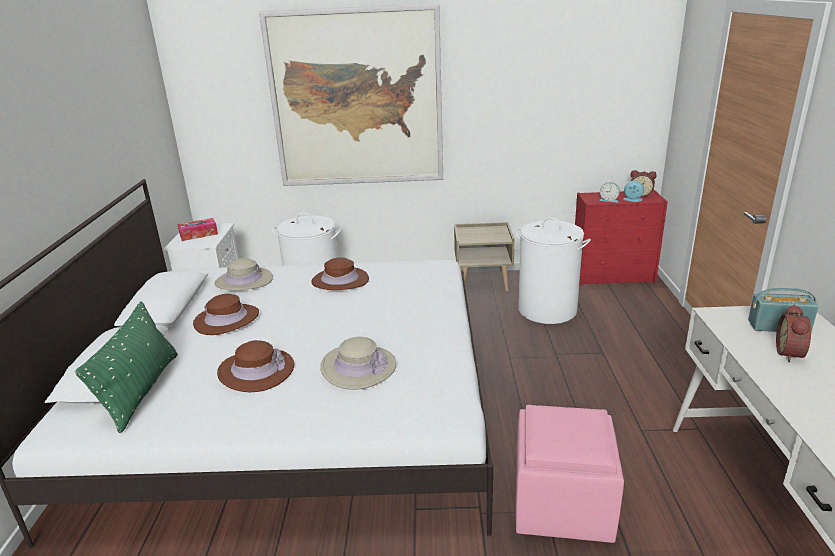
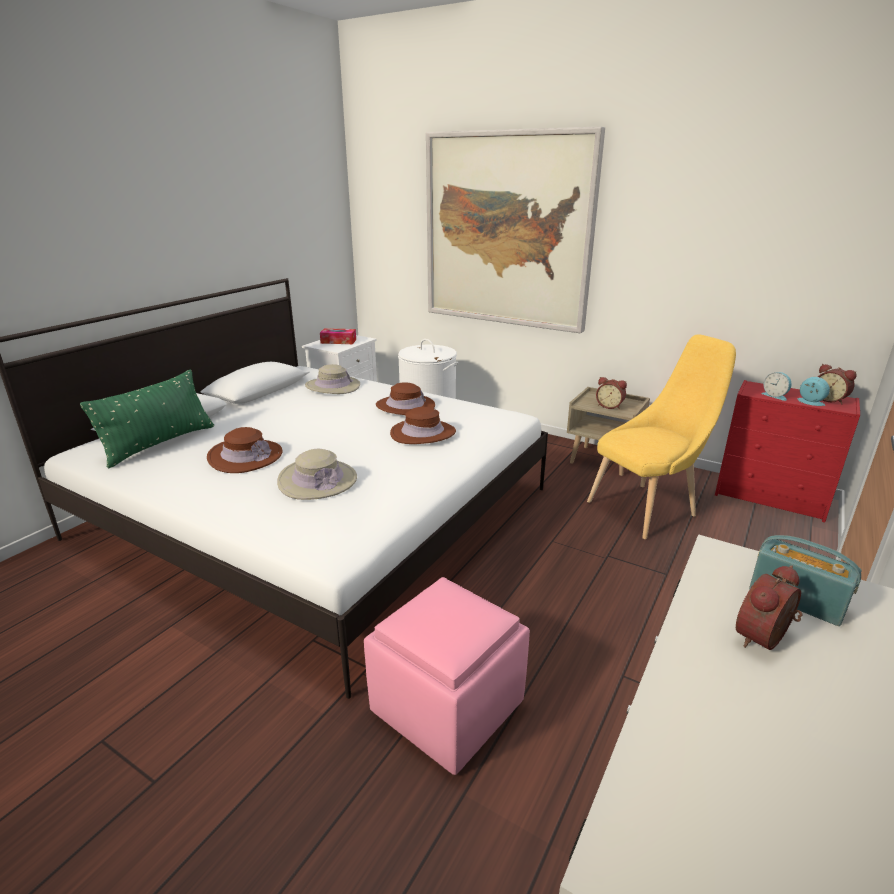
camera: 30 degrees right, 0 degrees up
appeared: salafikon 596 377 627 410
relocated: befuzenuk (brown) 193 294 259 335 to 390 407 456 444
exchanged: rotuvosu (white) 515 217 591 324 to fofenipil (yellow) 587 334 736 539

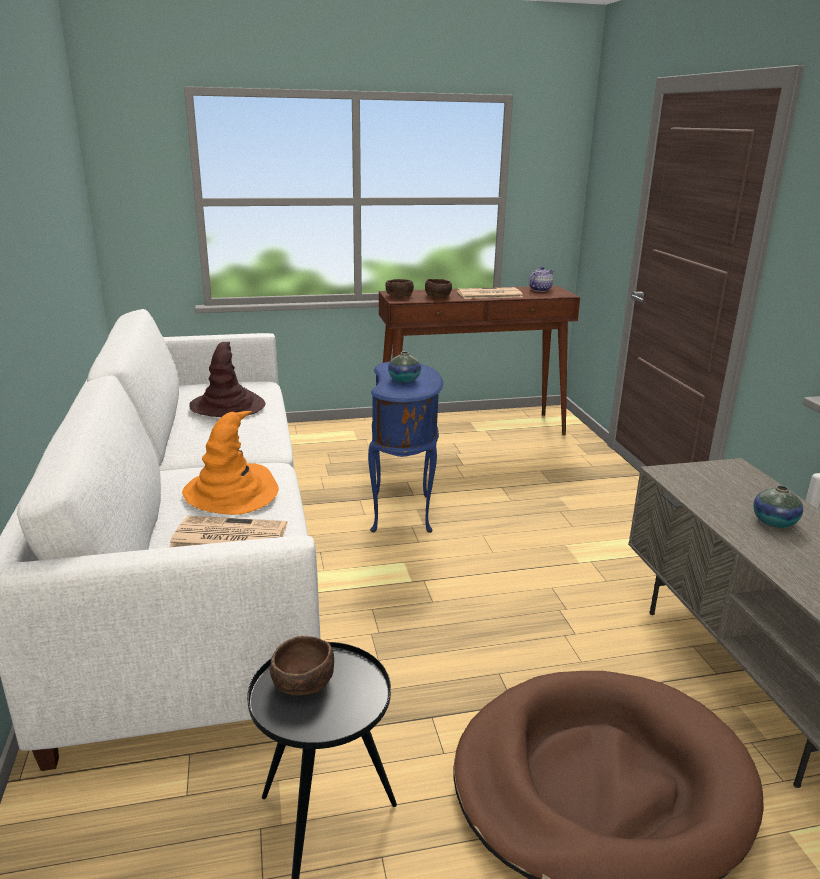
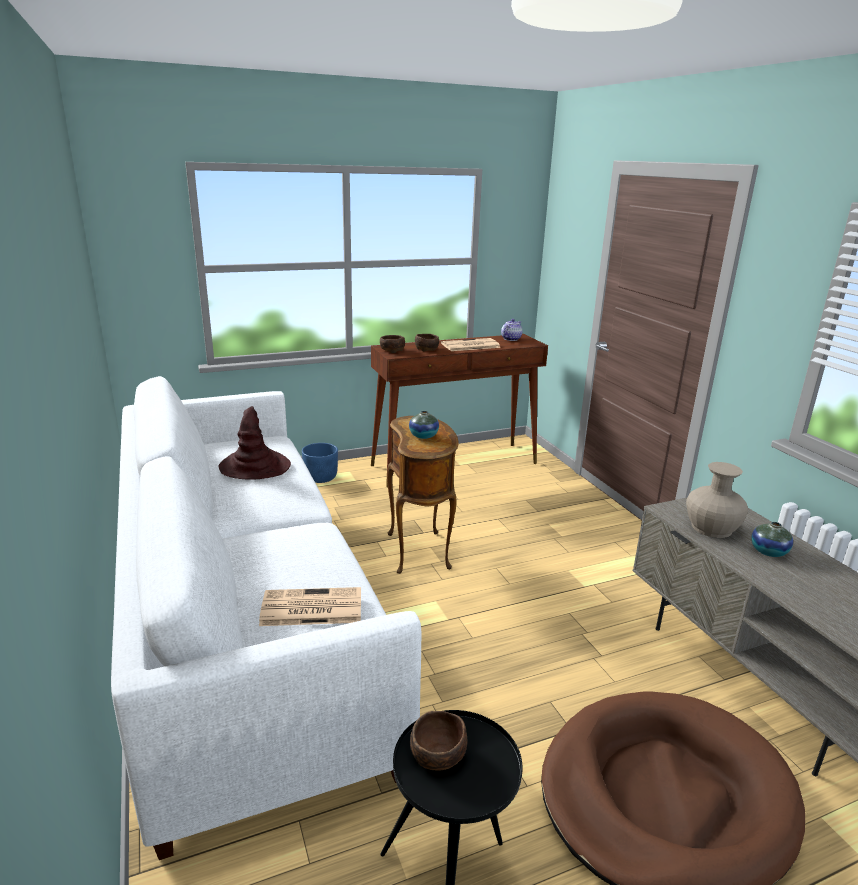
camera: 10 degrees left, 0 degrees up
missing: befuzenuk (orange) 182 411 279 515
appeared: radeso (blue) 302 443 338 483; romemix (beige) 686 462 748 538
colour: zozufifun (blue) 368 362 443 533 to zozufifun (brown) 387 416 459 574

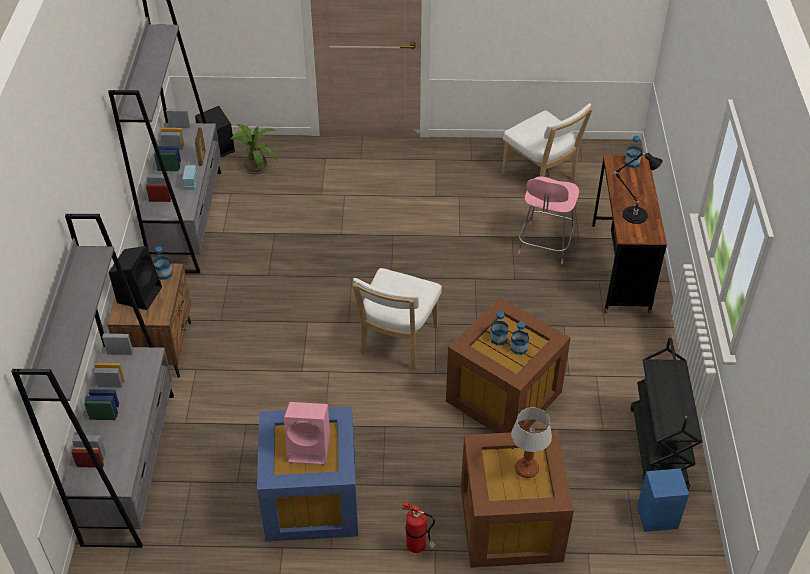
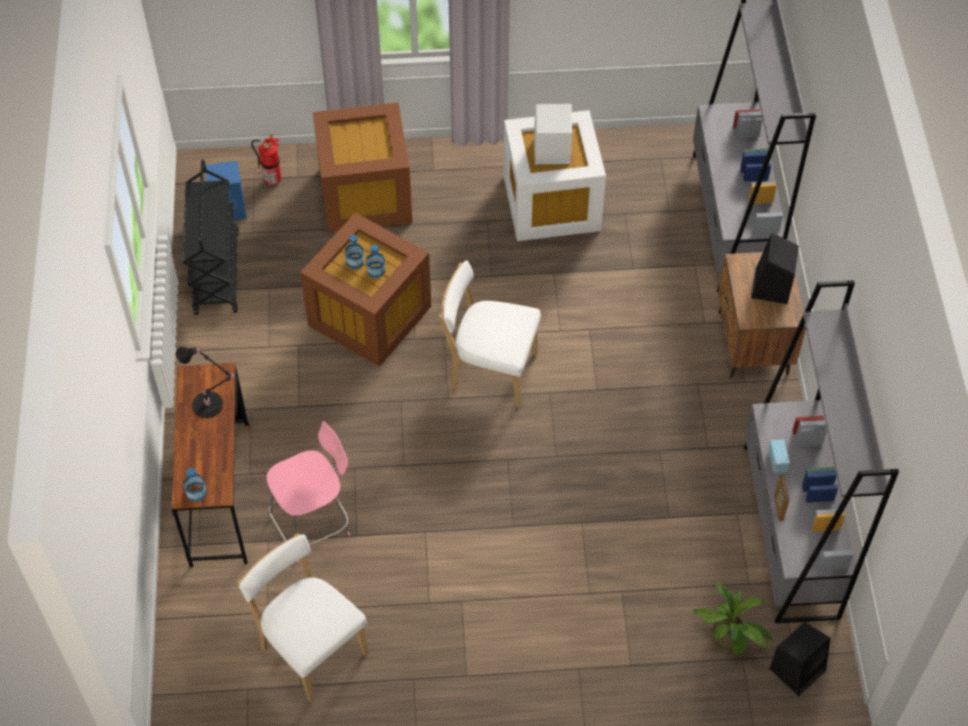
camera: 175 degrees right, 10 degrees up
missing: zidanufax 154 246 173 280; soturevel 511 407 552 478
relocated: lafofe 402 502 436 553 to 251 134 281 185
colour: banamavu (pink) 284 402 330 465 to banamavu (white) 534 104 572 164; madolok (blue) 257 406 358 542 to madolok (white) 503 110 606 241
spun: fofenipil (pink) 518 176 579 264 = 267 421 351 562 45 degrees clockwise; fofenipil (white) 353 268 442 370 = 439 260 541 407 90 degrees counterclockwise

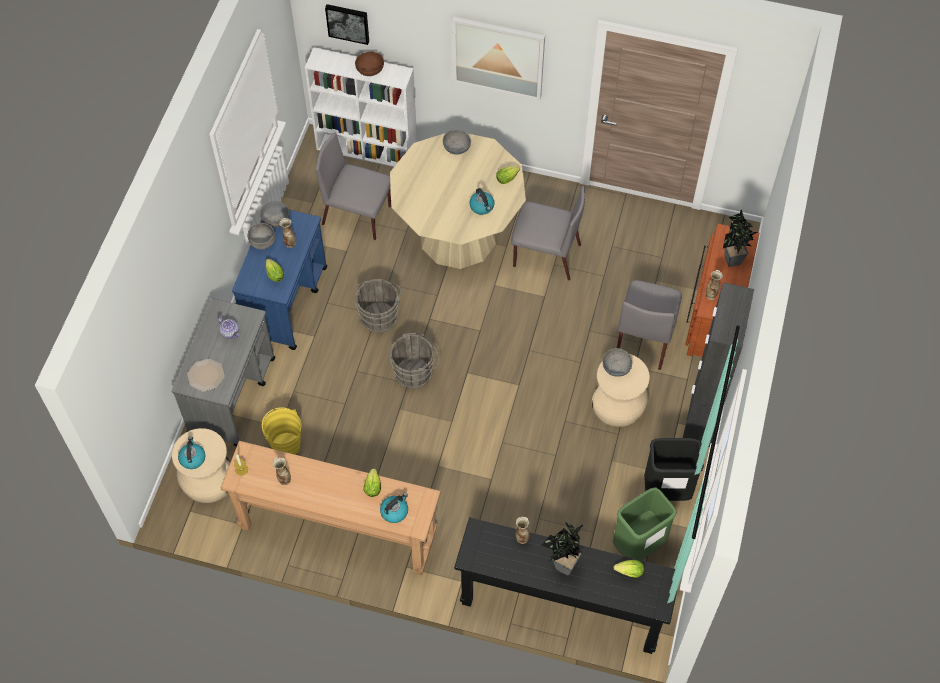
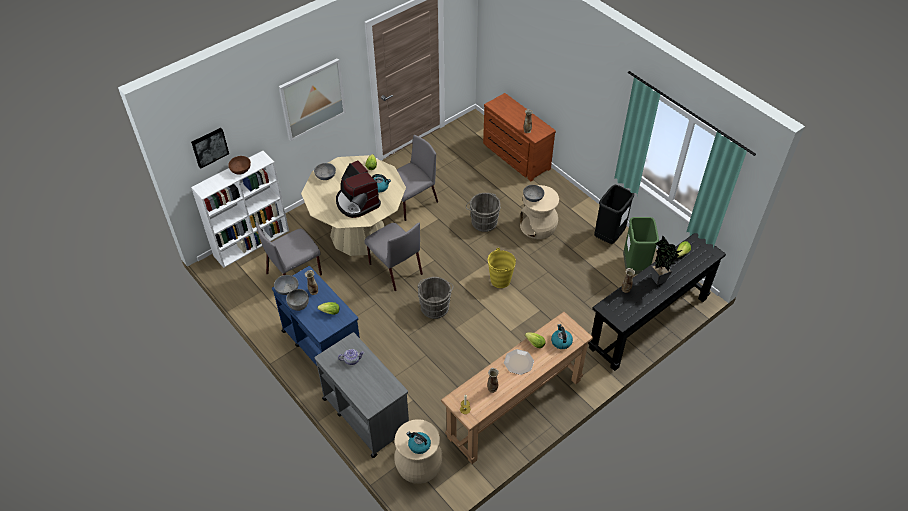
camera: 55 degrees left, 10 degrees down
missing: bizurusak 723 210 758 267; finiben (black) 683 282 754 447
appeared: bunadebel 336 161 381 218
relocated: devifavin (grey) 355 279 401 332 to 466 193 500 232; fofenipil (grey) 617 280 682 370 to 364 223 423 291; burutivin 187 359 225 392 to 504 349 534 375; devifavin (yellow) 262 407 301 455 to 488 248 516 288

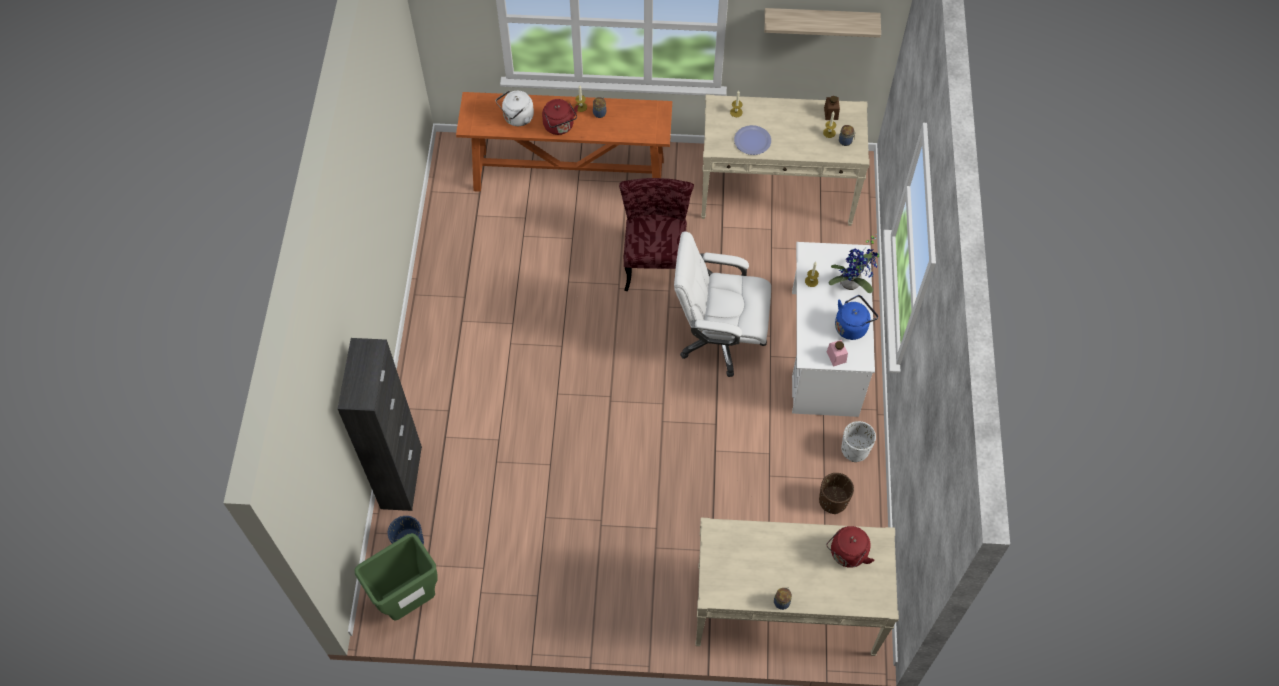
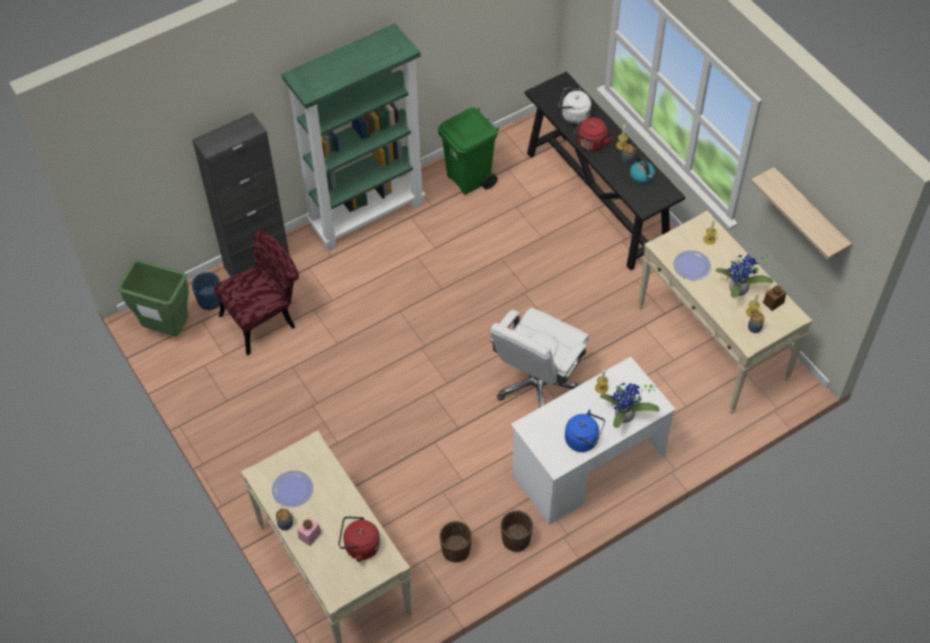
camera: 55 degrees right, 5 degrees down
appeared: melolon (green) 281 23 425 251; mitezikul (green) 438 108 499 195; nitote 630 156 655 184; bizurusak 716 254 773 298; burutivin 272 470 313 507
relocated: fofenipil (red) 619 178 694 291 to 214 229 299 355; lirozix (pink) 827 340 848 367 to 297 517 322 546
colour: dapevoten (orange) 456 92 672 192 to dapevoten (black) 525 72 685 271; radeso (white) 841 421 876 462 to radeso (brown) 501 510 533 552
spun: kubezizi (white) 674 231 771 377 = 489 308 589 408 120 degrees counterclockwise

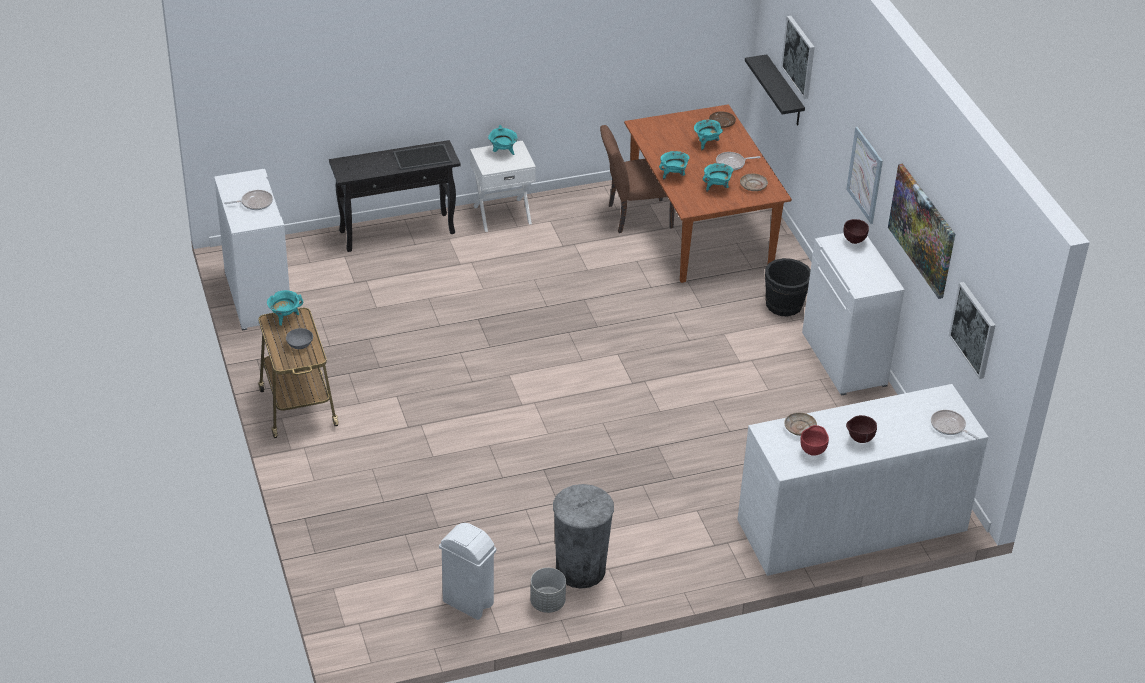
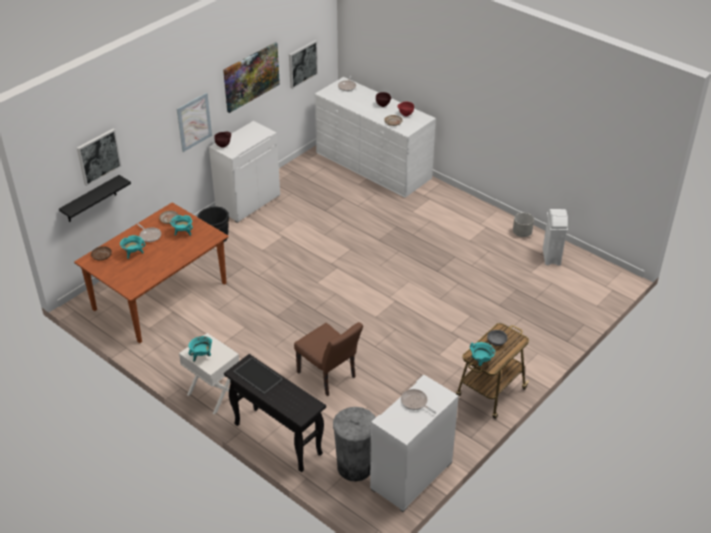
camera: 120 degrees left, 0 degrees up
missing: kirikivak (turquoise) 659 151 689 180
relocated: fofenipil (brown) 600 125 675 233 to 294 322 363 396; mitezikul (grey) 553 484 614 589 to 333 407 376 481

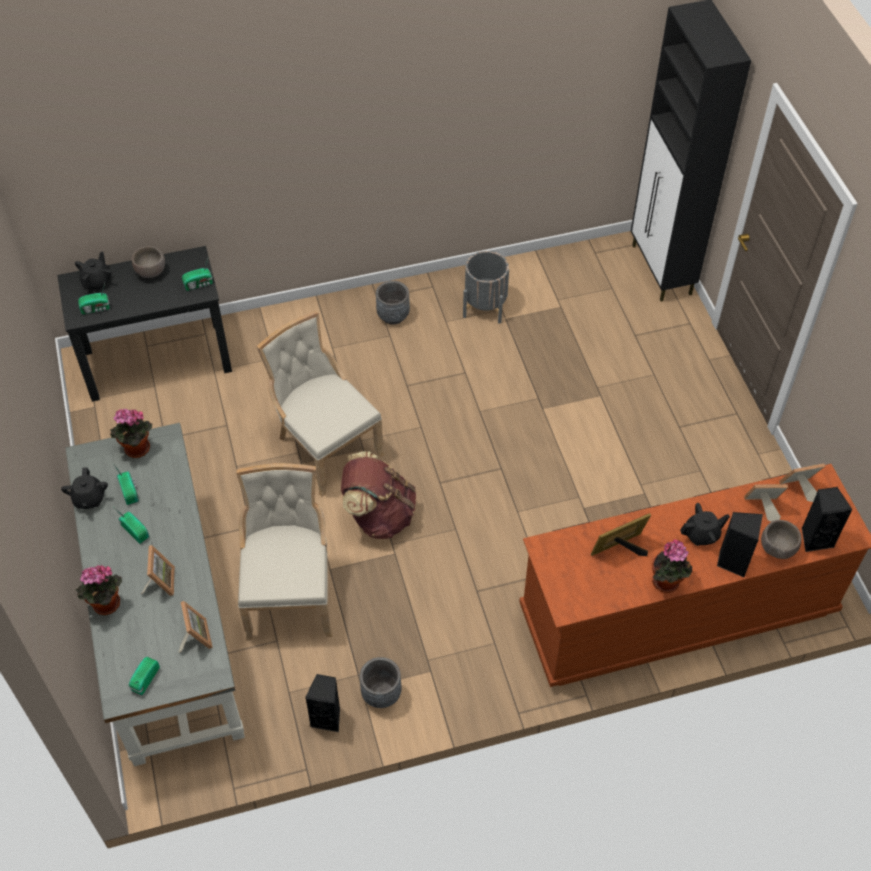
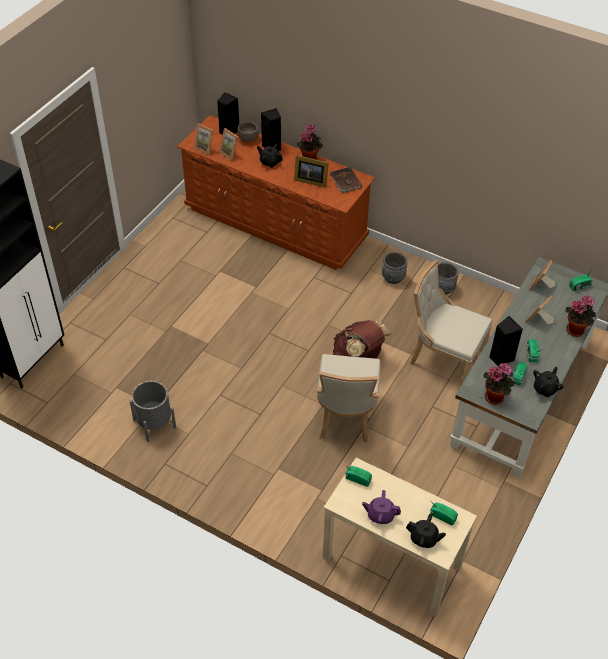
camera: 135 degrees left, 5 degrees down
appeared: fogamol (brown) 330 167 362 193
relocated: radeso (grey) 376 281 410 325 to 382 252 408 284; banamavu (black) 305 674 340 732 to 489 316 523 366
exchanged: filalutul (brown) 132 246 165 278 to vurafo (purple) 362 490 401 524
colour: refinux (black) 57 246 232 402 to refinux (beige) 323 458 477 617
spun: vurafo (black) 75 252 112 290 = 406 514 446 548 135 degrees counterclockwise; fofenipil (beige) 236 463 332 641 = 410 260 492 385 75 degrees clockwise

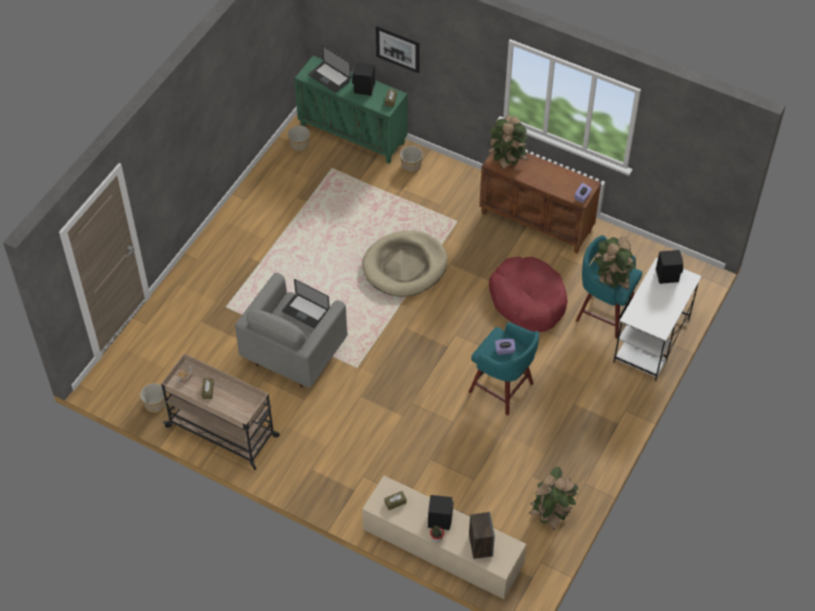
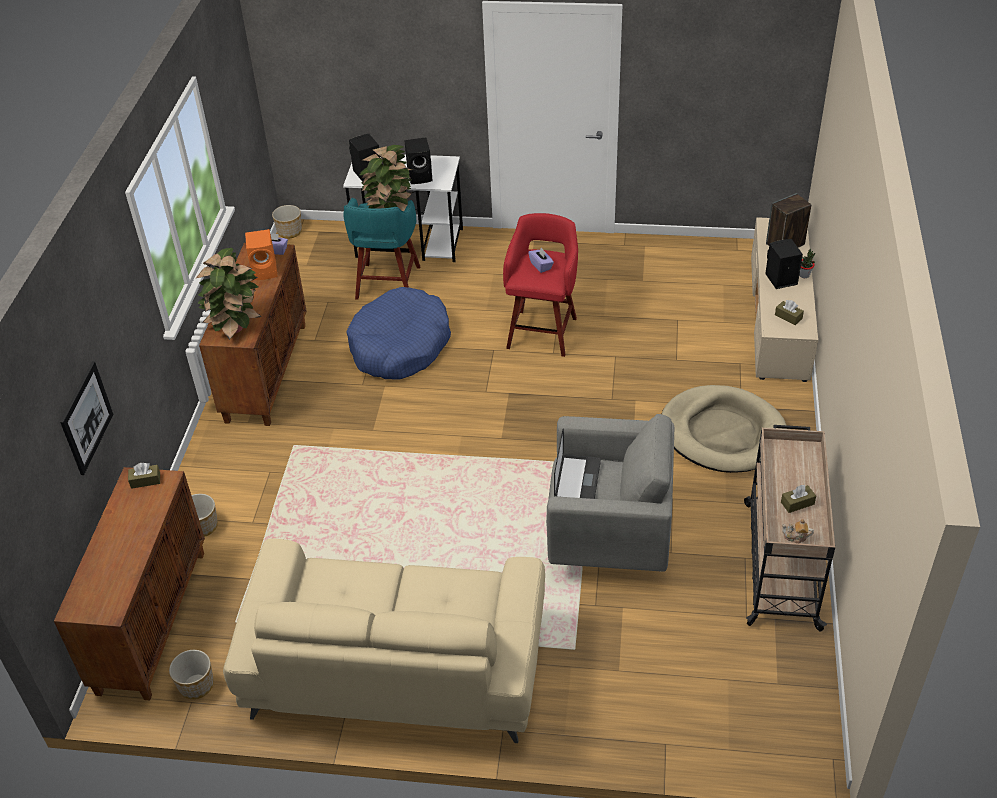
camera: 110 degrees left, 10 degrees down
missing: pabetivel 308 46 351 93; bizurusak 529 467 578 531
appeared: banamavu (orange) 245 229 278 280; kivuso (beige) 223 539 545 743
relocated: banamavu (black) 352 62 375 96 to 404 137 433 184; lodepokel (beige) 362 231 447 297 to 662 385 786 473; radeso 140 383 166 413 to 272 205 302 239
colour: finiben (green) 294 56 407 164 to finiben (brown) 54 467 205 701; lodepokel (red) 489 257 568 332 to lodepokel (blue) 346 287 451 380; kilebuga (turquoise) 469 322 539 416 to kilebuga (red) 503 213 578 357

